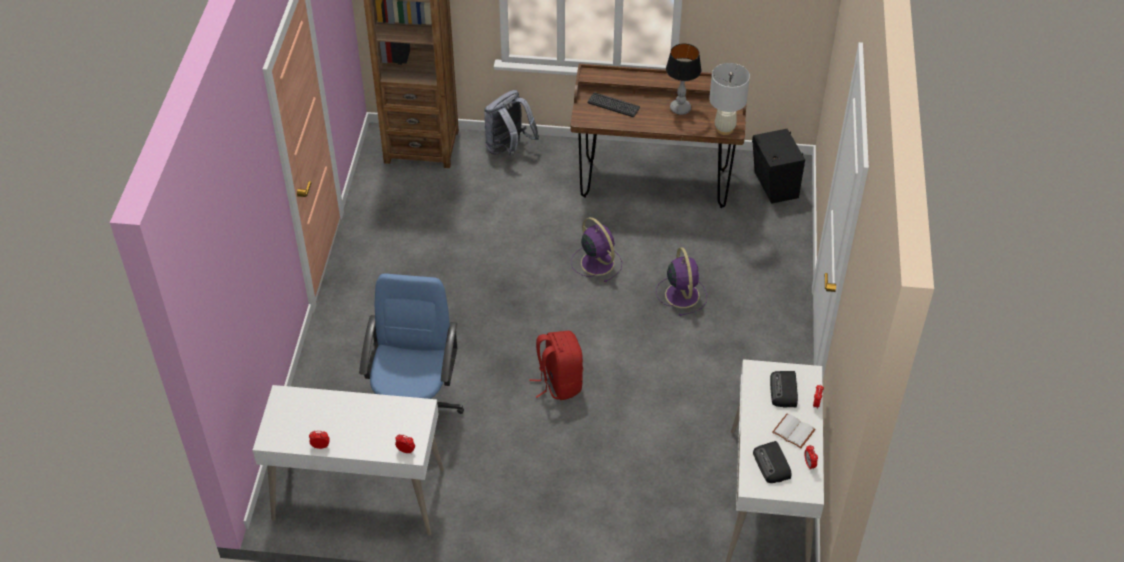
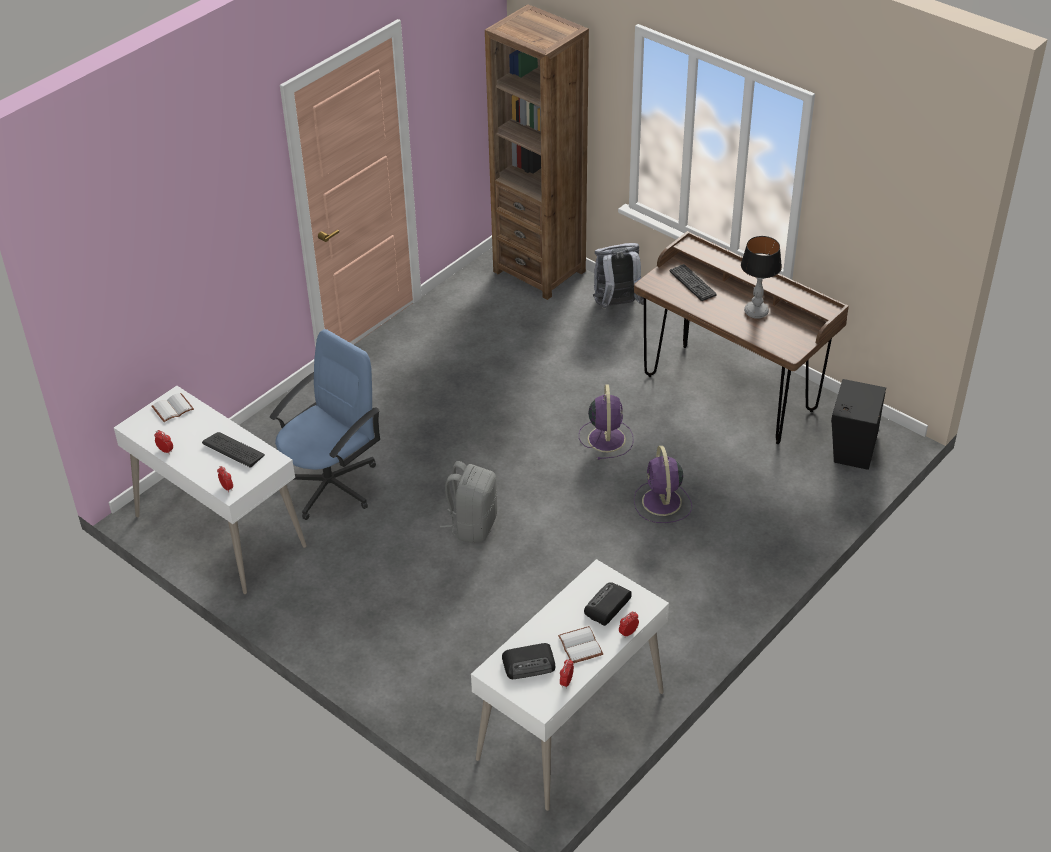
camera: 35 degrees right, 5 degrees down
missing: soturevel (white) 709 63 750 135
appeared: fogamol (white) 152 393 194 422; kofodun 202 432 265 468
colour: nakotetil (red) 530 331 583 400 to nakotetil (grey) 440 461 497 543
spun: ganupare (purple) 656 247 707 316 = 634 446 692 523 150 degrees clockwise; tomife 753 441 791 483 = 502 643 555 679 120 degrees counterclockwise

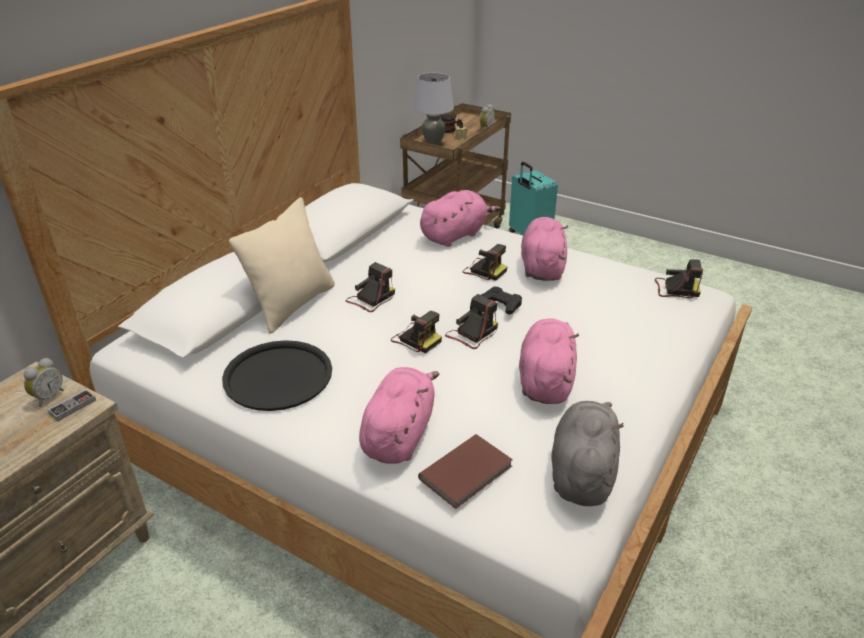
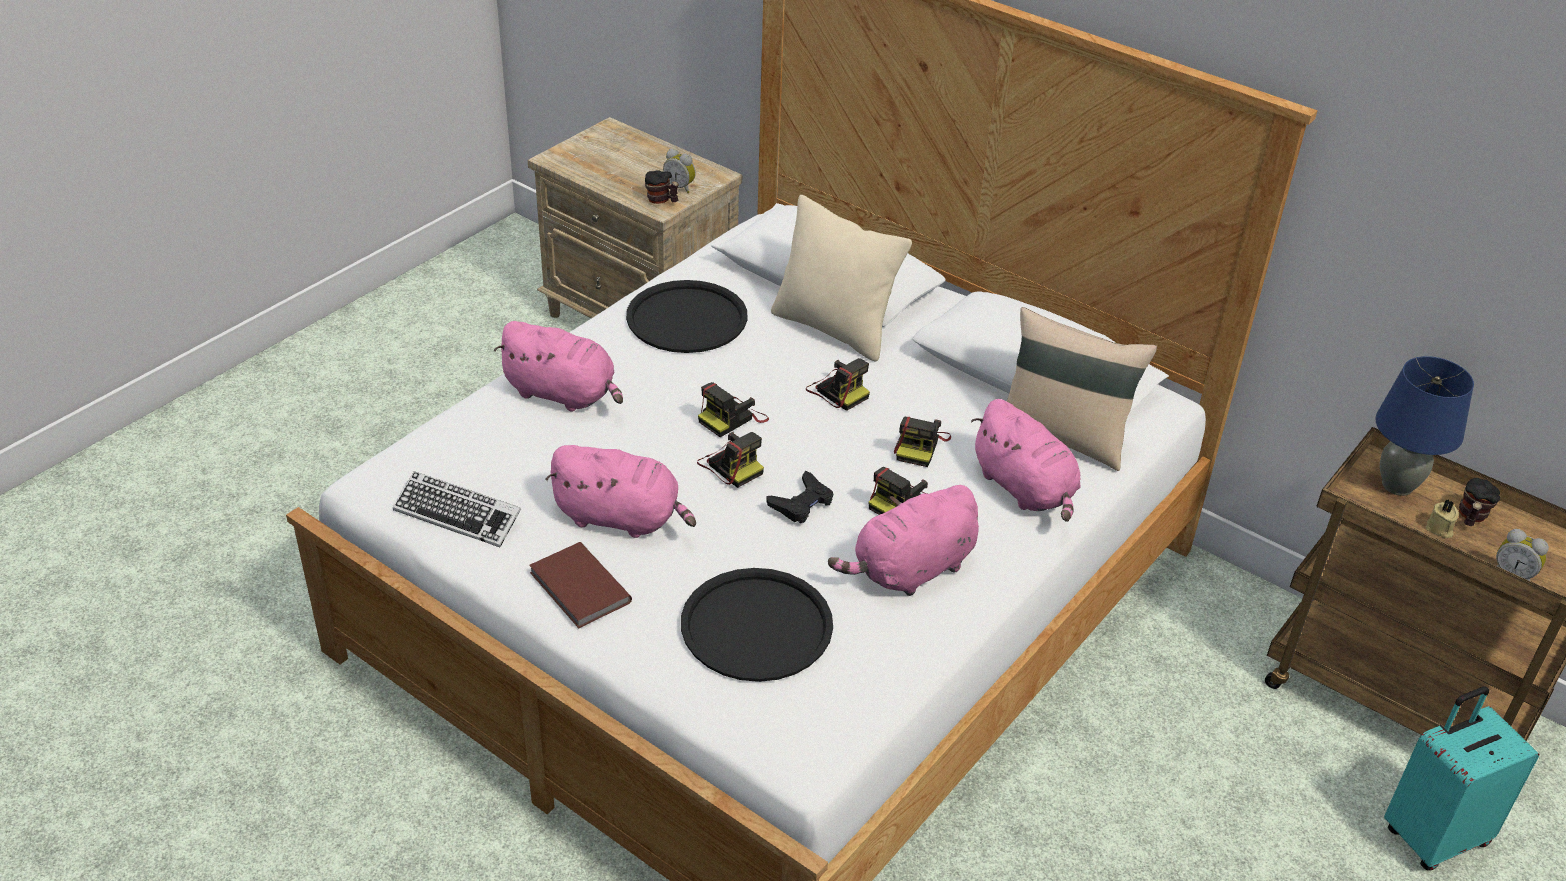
camera: 95 degrees right, 5 degrees up
appeared: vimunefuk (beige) 1007 307 1157 471; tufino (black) 681 568 833 682
relocated: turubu 655 259 703 298 to 894 417 951 467; fogamol (brown) 418 434 513 509 to 529 542 632 628
exchanged: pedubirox 47 389 96 421 to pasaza 645 170 679 204; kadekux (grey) 551 401 624 506 to kofodun 393 471 521 548
colour: soturevel (grey) 414 73 454 145 to soturevel (blue) 1375 356 1474 496
spun: kadekux (pink) 521 217 568 281 = 828 485 979 596 135 degrees clockwise

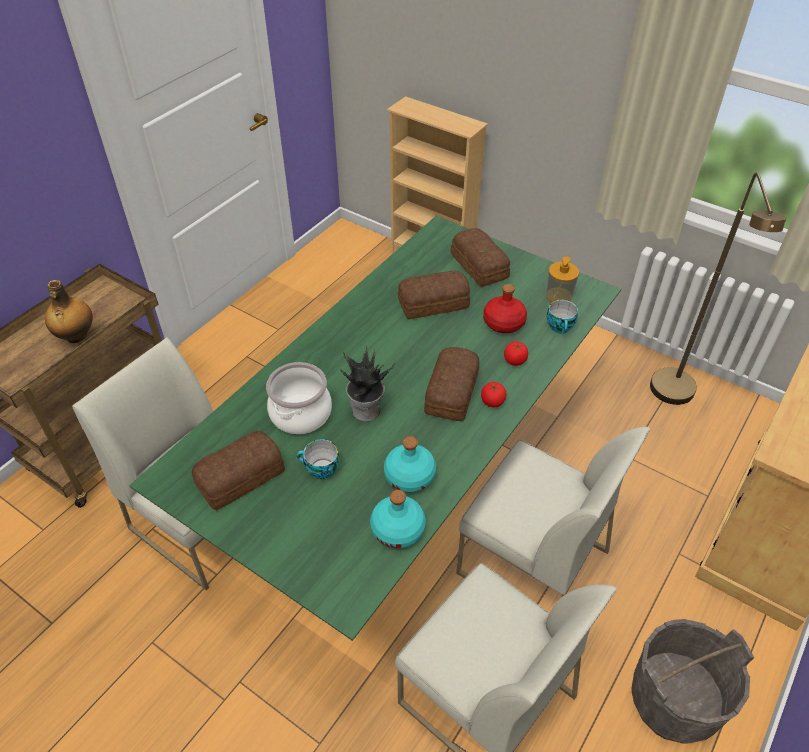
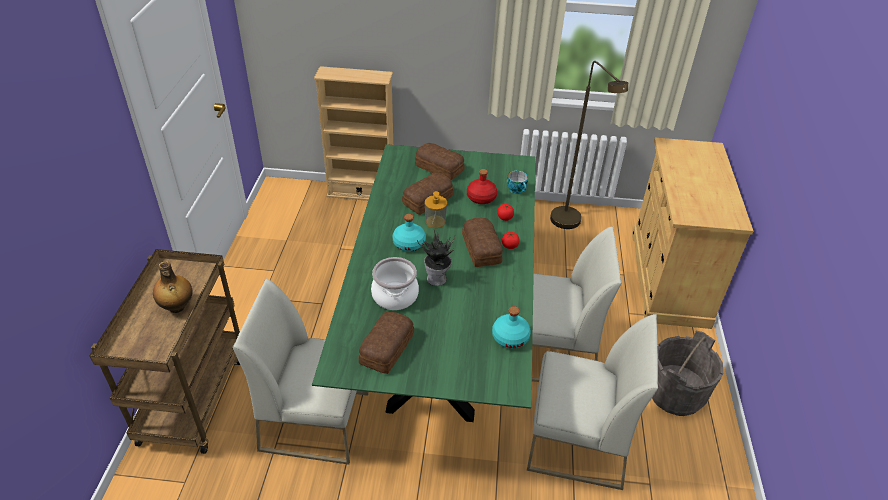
camera: 30 degrees left, 5 degrees down
missing: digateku 297 439 339 479
relocated: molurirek 546 256 579 303 to 425 191 447 228; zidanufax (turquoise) 384 436 436 492 to 393 214 426 252

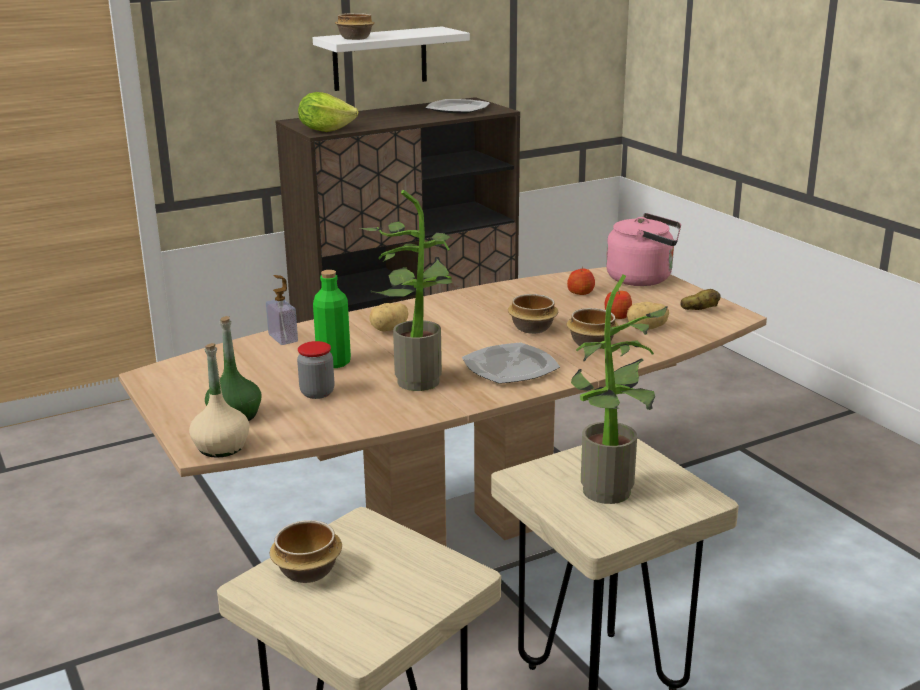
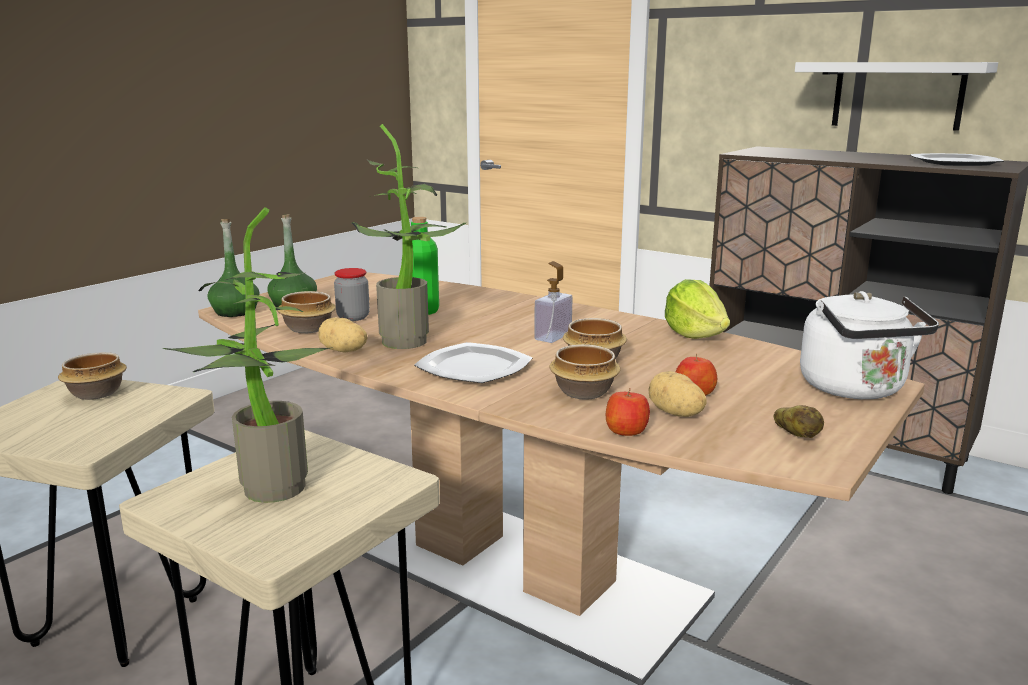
camera: 65 degrees right, 5 degrees down
relocated: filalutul 335 13 375 40 to 277 291 336 333; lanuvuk 298 92 358 132 to 665 279 730 339; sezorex 567 267 595 295 to 606 388 650 436; molurirek 266 275 298 345 to 534 261 573 343; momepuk 369 303 408 332 to 318 317 367 353
colour: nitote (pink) 606 213 681 286 to nitote (white) 800 291 939 399; zidanufax (beige) 189 343 250 458 to zidanufax (green) 208 219 259 317

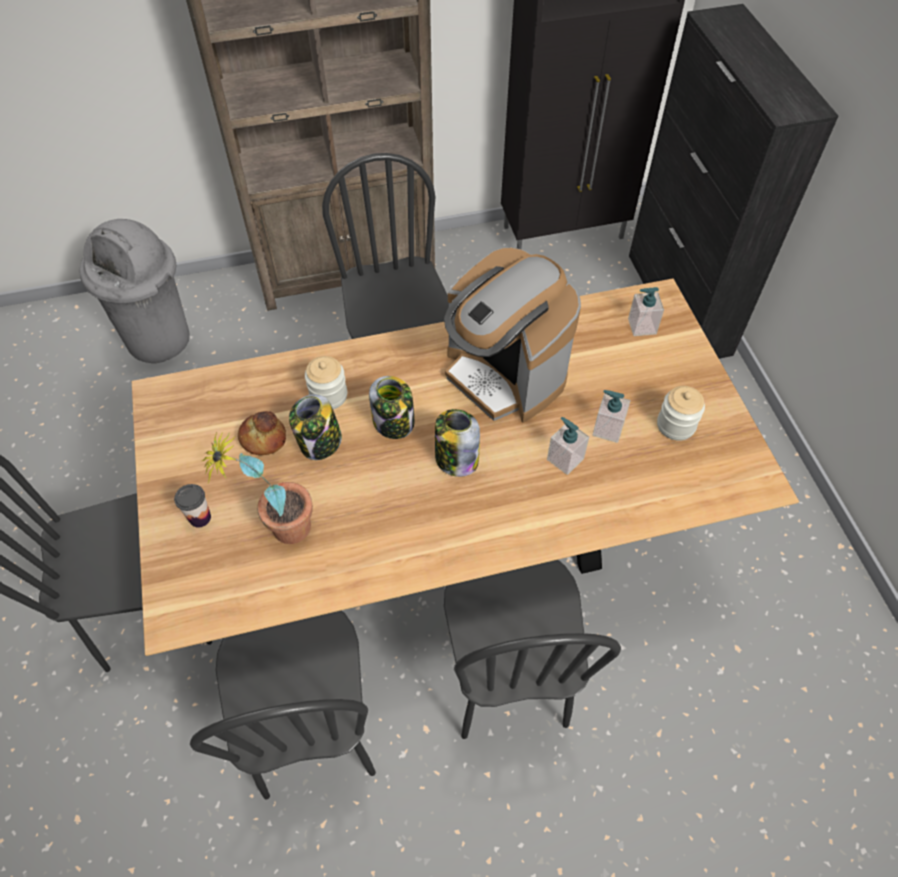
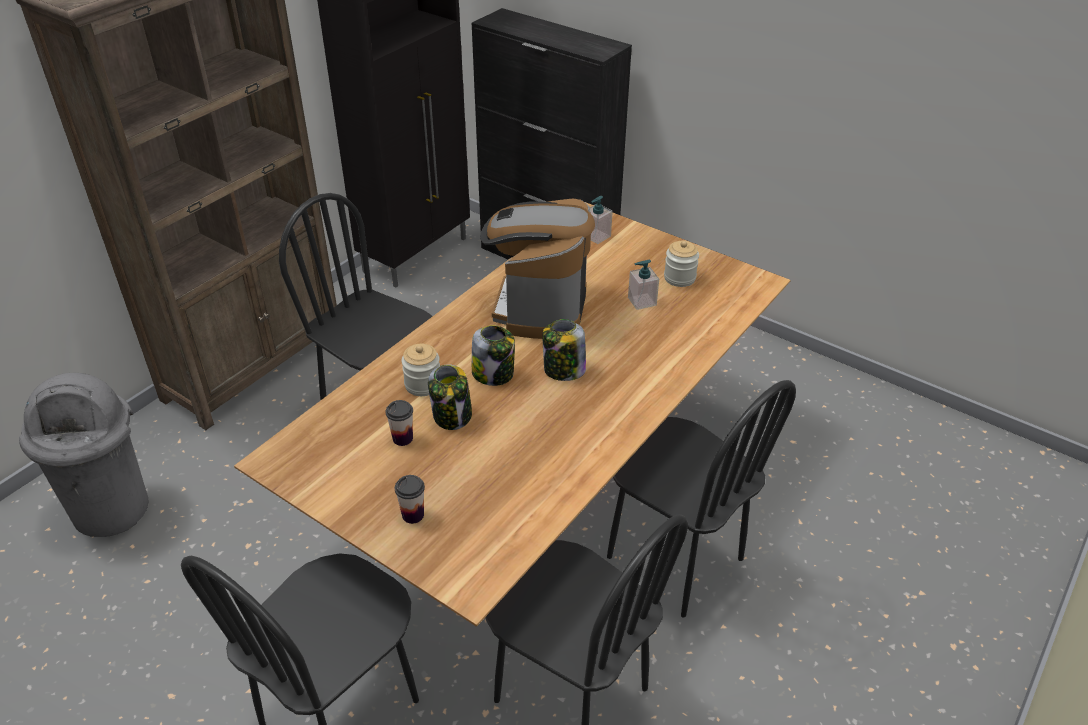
camera: 40 degrees left, 15 degrees down
missing: molurirek 547 417 589 475; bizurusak 202 432 313 544
exchanged: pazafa 238 411 286 455 to digateku 386 400 413 446
spun: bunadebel 444 248 581 423 = 480 199 595 339 90 degrees clockwise

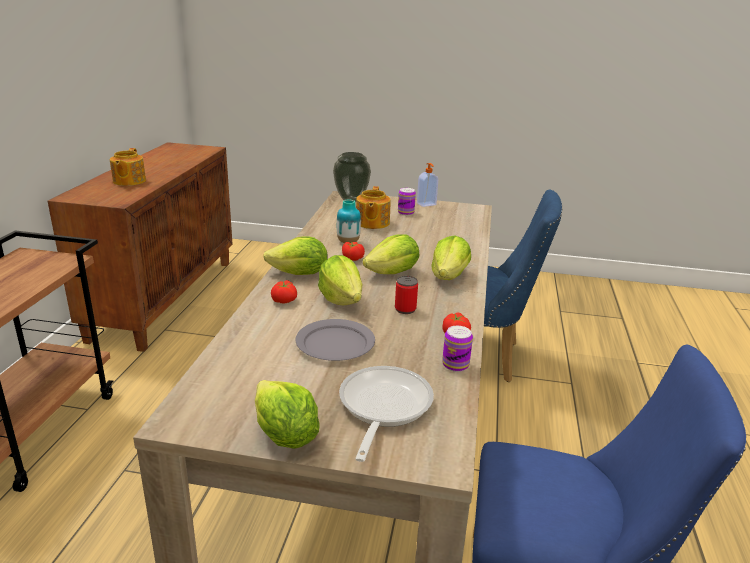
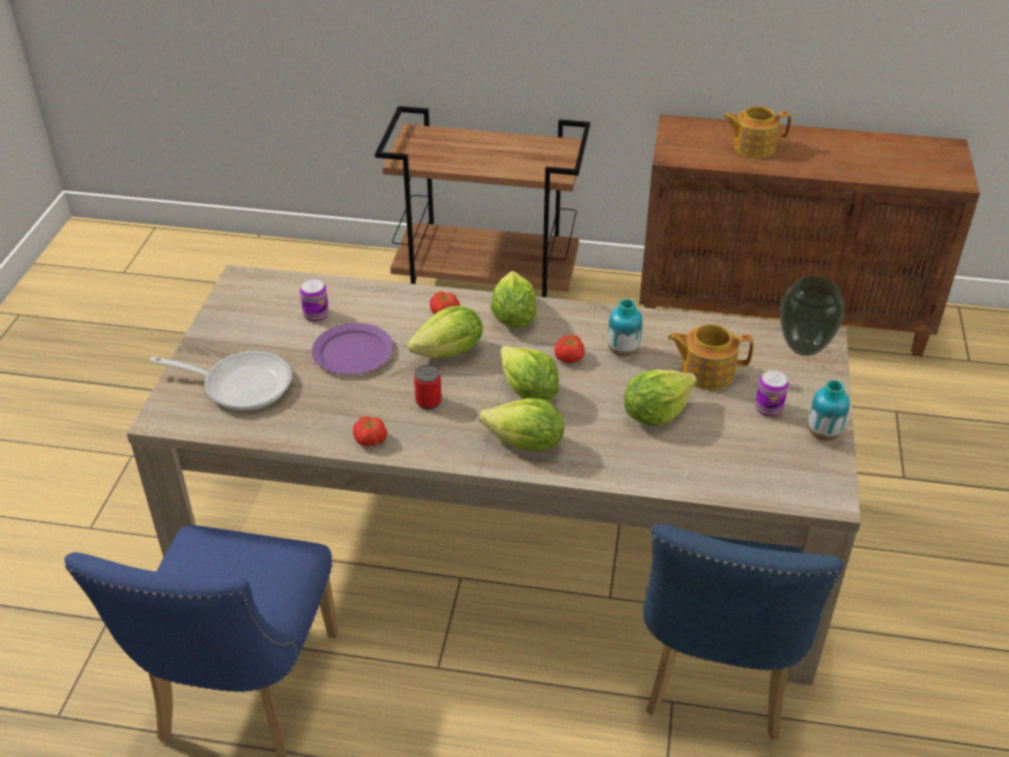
camera: 90 degrees right, 15 degrees up
relocated: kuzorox 442 326 473 372 to 300 279 329 322; lanuvuk 255 380 320 449 to 624 369 697 426
exchanged: molurirek 417 163 438 207 to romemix 808 380 850 441
colour: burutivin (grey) 296 319 375 361 to burutivin (purple) 312 323 393 375

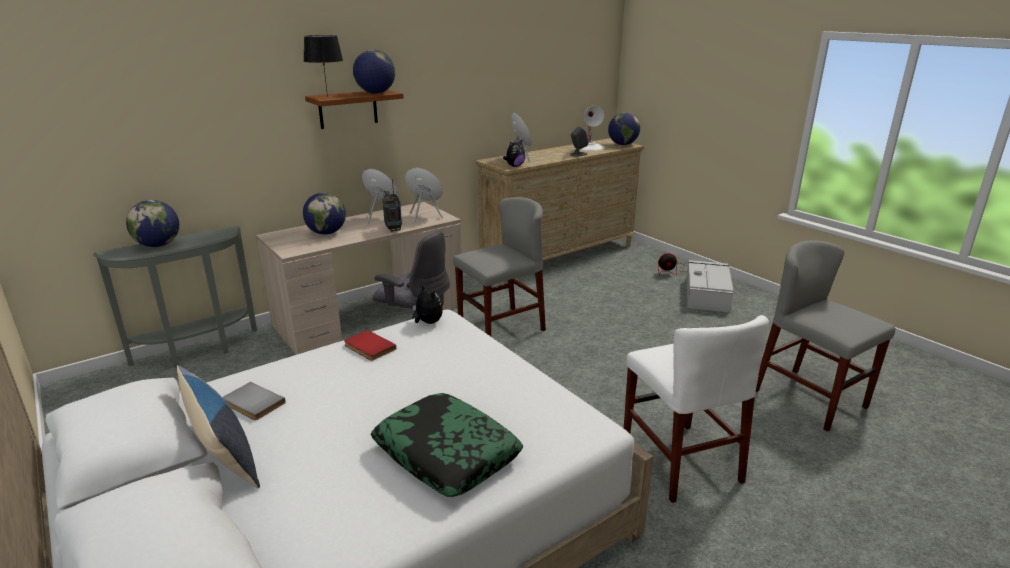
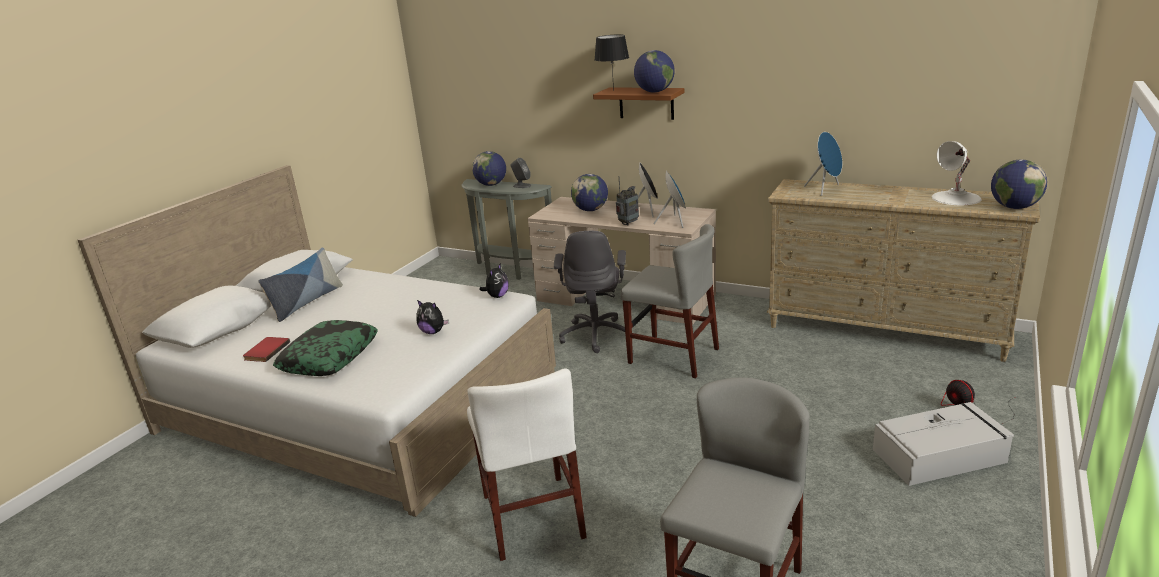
camera: 65 degrees right, 0 degrees up
missing: fogamol (grey) 222 382 286 420
relocated: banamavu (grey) 570 126 589 157 to 511 158 531 188; kadekux 503 140 525 167 to 416 300 449 334; fogamol (red) 344 330 396 361 to 243 337 290 362
spun: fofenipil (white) 624 315 769 503 = 467 368 587 561 60 degrees counterclockwise

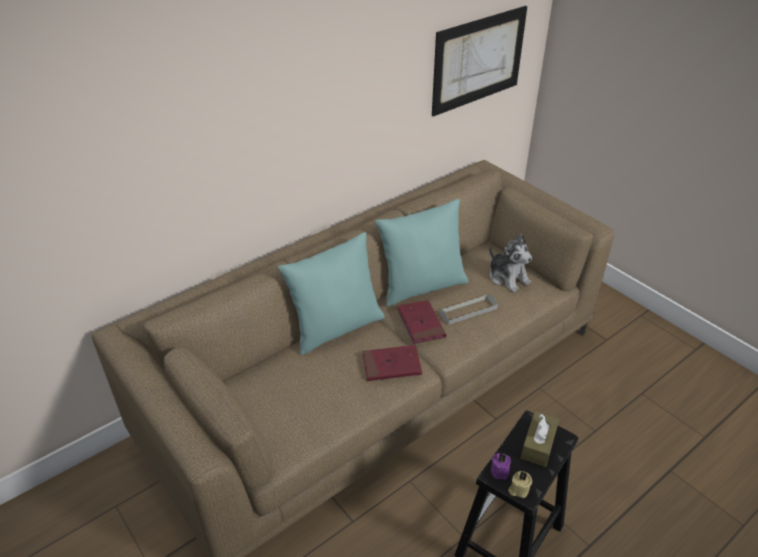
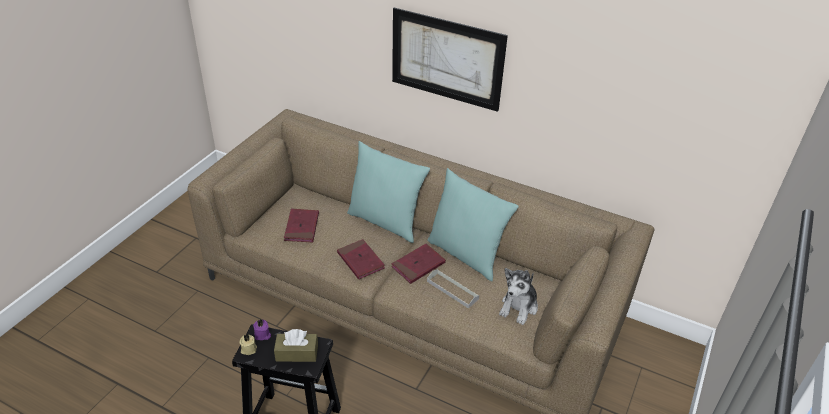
camera: 65 degrees right, 0 degrees up
appeared: fogamol (red) 284 209 319 243
relocated: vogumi 432 6 527 117 to 392 8 508 112

